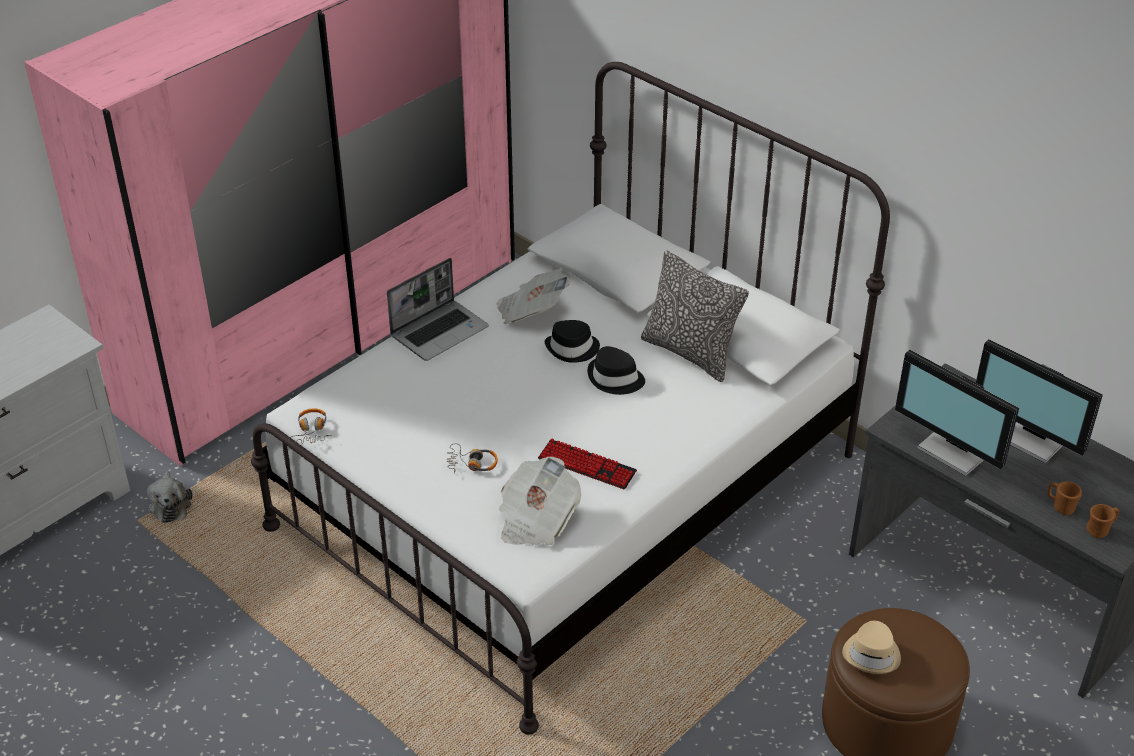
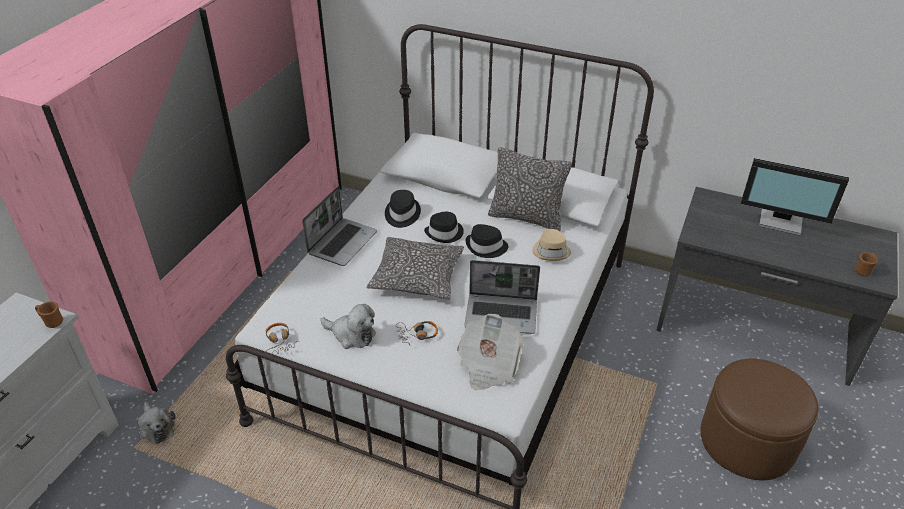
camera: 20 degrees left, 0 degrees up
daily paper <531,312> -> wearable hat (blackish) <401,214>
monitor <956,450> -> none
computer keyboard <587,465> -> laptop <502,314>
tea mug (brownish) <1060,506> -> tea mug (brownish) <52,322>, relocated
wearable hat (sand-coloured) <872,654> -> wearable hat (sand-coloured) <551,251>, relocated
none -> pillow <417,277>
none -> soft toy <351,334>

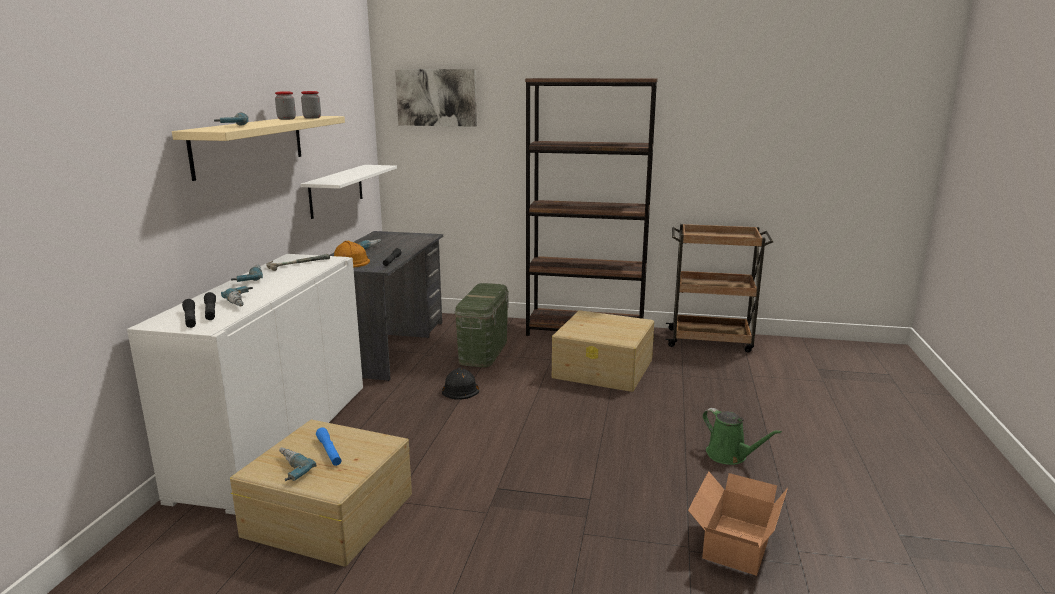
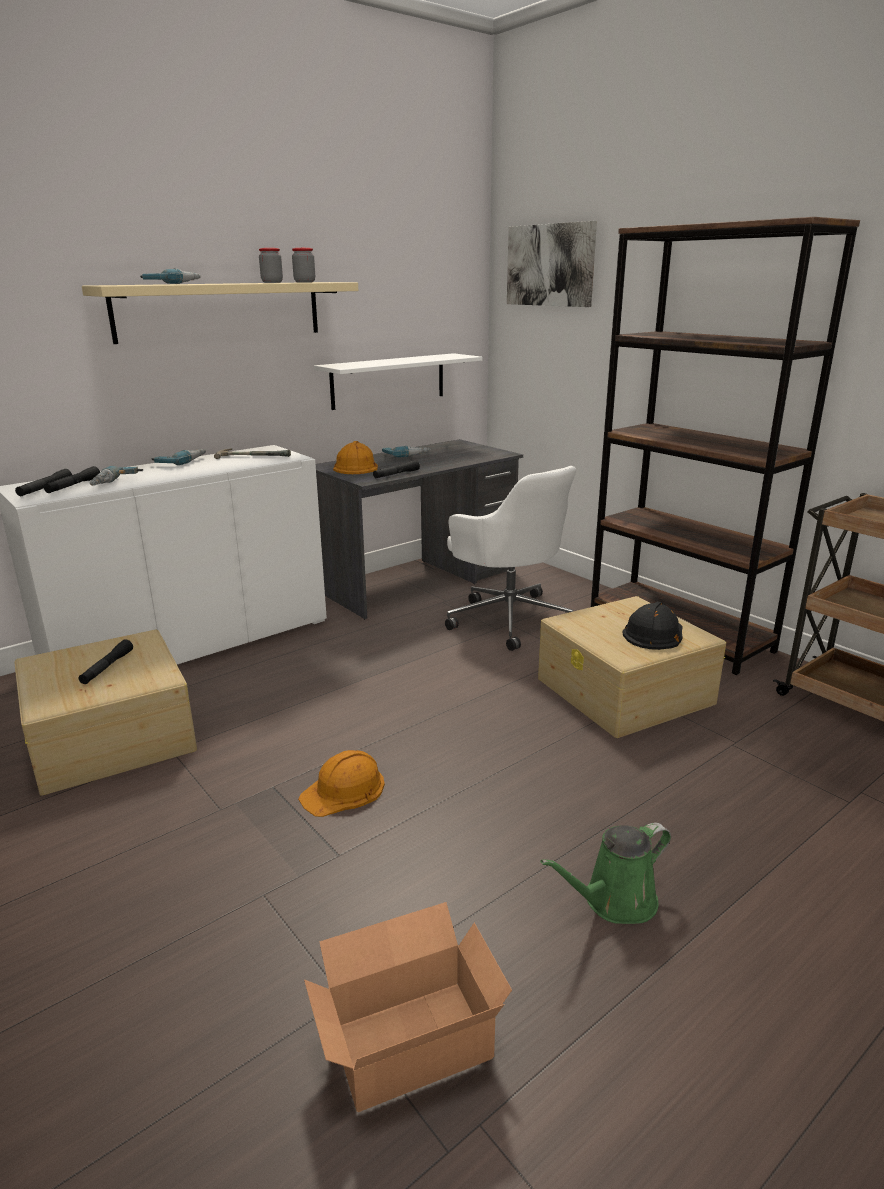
camera: 40 degrees right, 5 degrees up
storage box (greenish) <484,351> -> computer chair (white-coloured) <509,618>
hard hat (blackish) <460,388> -> hard hat (blackish) <654,633>, relocated
watering can (greenish) <729,456> -> watering can (greenish) <614,901>, 60 degrees clockwise
flashlight (blue) <329,451> -> flashlight (blackish) <107,667>
power drill <287,469> -> none
none -> hard hat (orangey) <344,790>

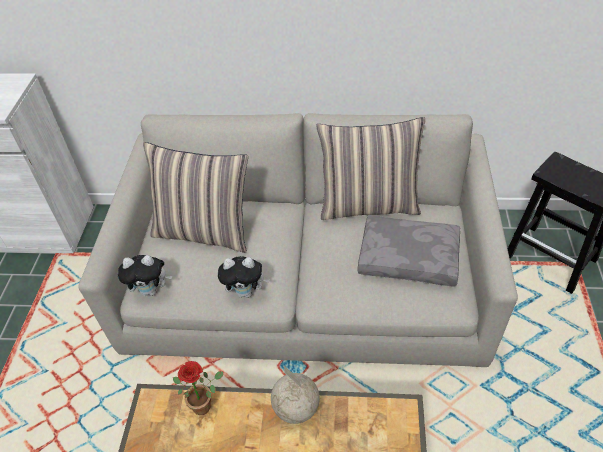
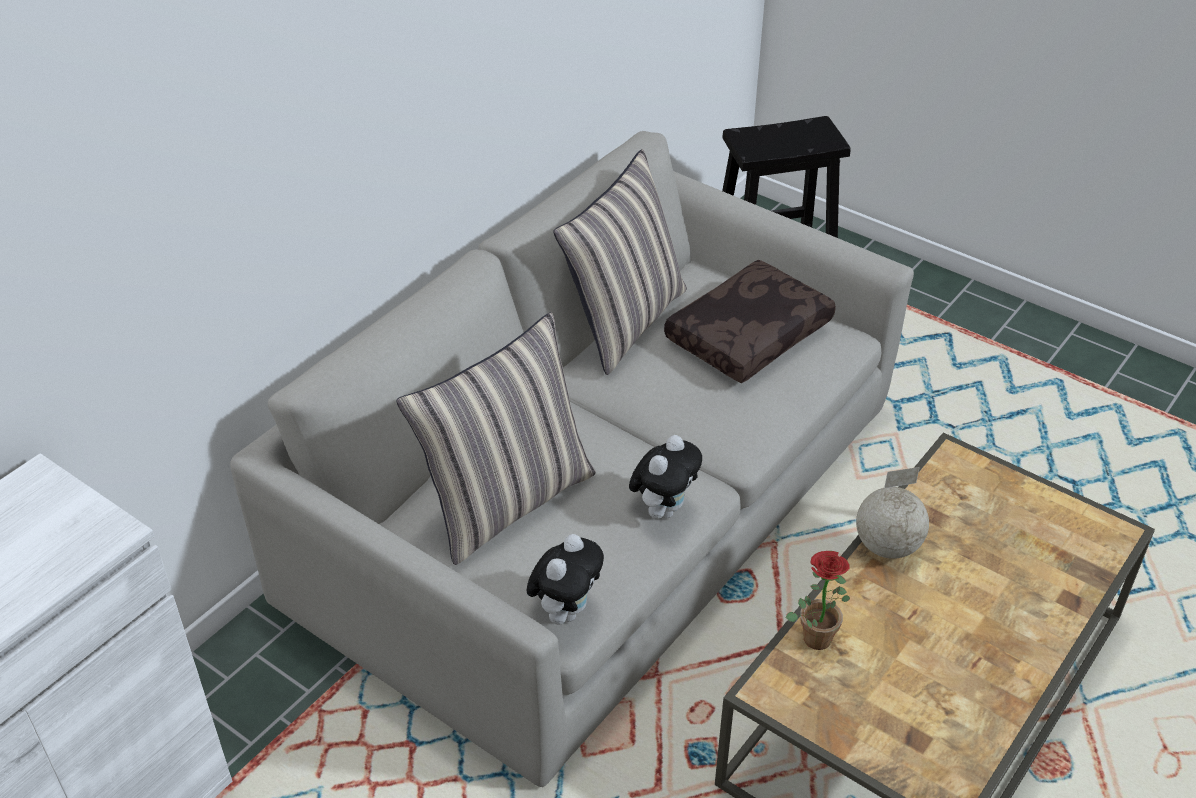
camera: 60 degrees left, 5 degrees down
pillow (greyish) <409,257> -> pillow (brownish) <747,333>

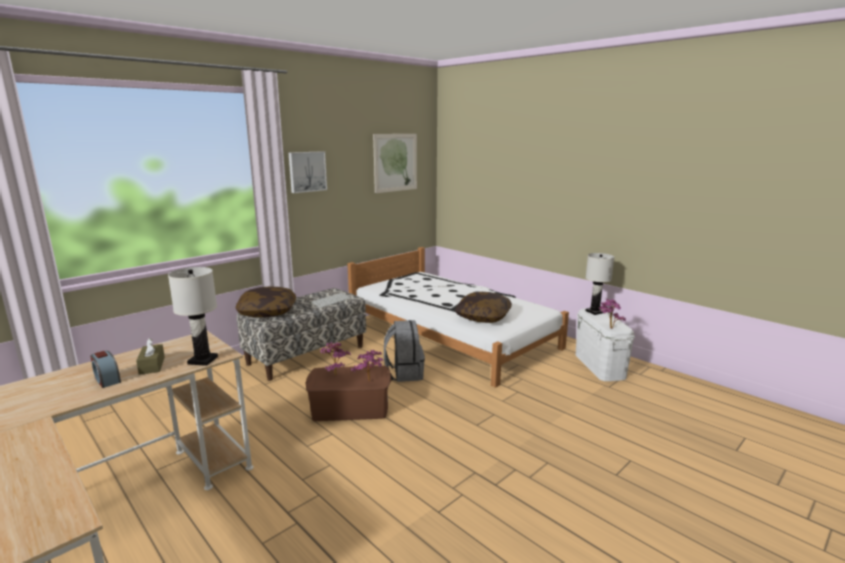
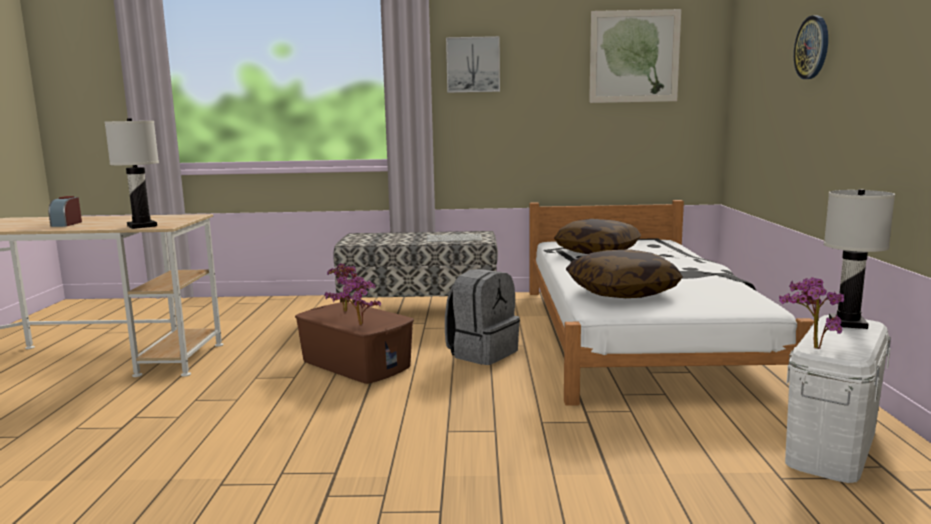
camera: 45 degrees right, 5 degrees down
pillow <267,312> -> pillow <597,251>, relocated
tissue box (brownish) <152,365> -> none
none -> clock on the wall <812,47>

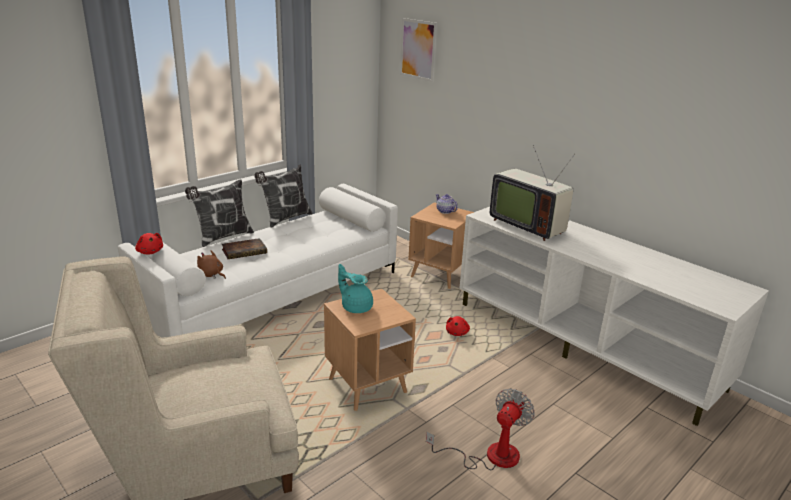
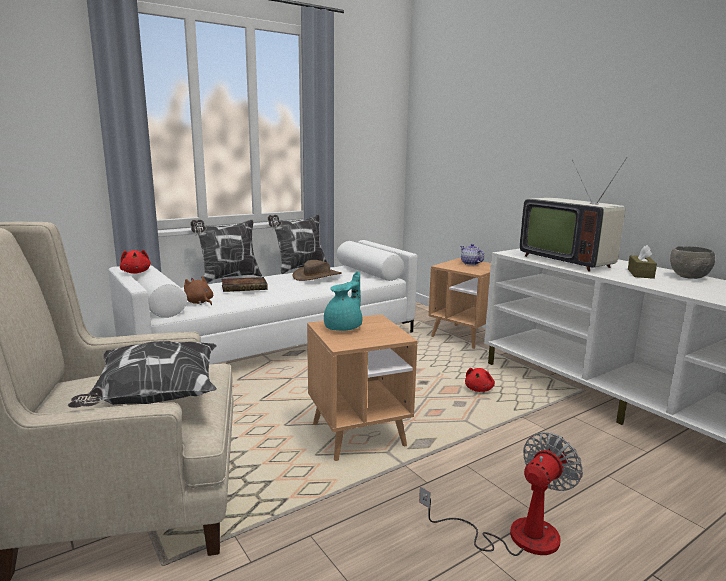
camera: 10 degrees right, 10 degrees down
wall art <418,49> -> none
tea pot (blue-green) <356,307> -> tea pot (blue-green) <344,327>, 75 degrees clockwise
none -> tissue box (brownish) <640,273>
none -> serving bowl (greyish) <688,277>
none -> wearable hat (brownish) <317,276>
none -> pillow <154,399>

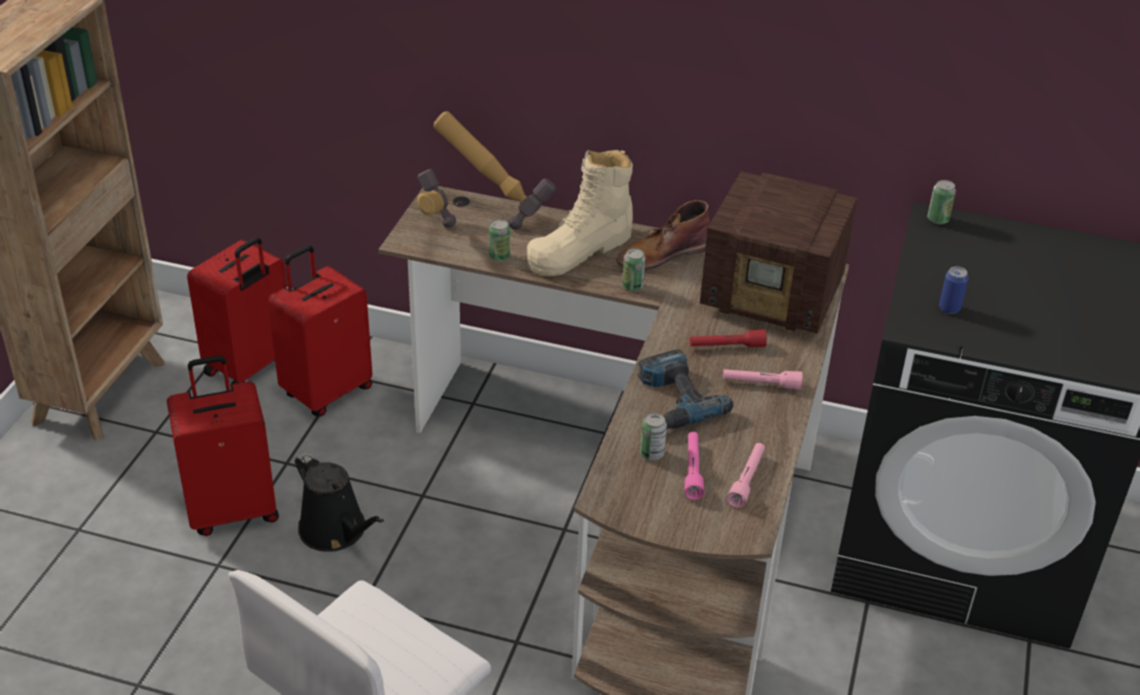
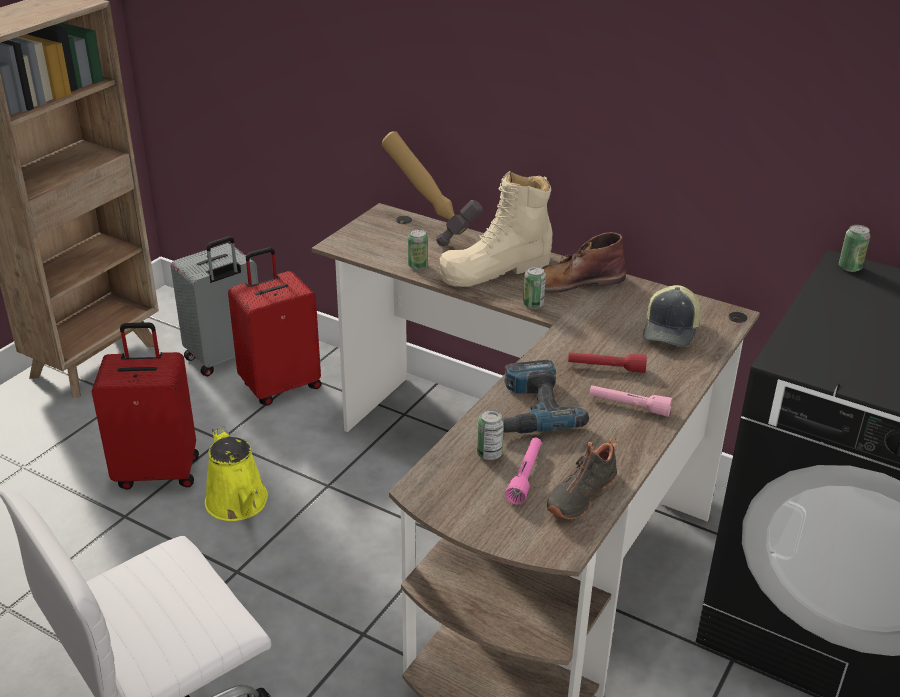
camera: 15 degrees right, 5 degrees down
tool hammer <429,245> -> none
radio receiver <774,296> -> cap <671,330>
travel case (red) <249,367> -> travel case (greyish) <224,358>
can <949,308> -> none
flashlight (pink-coloured) <747,480> -> shoe (blackish) <579,494>
watering can (blackish) <336,531> -> watering can (yellowish) <239,504>

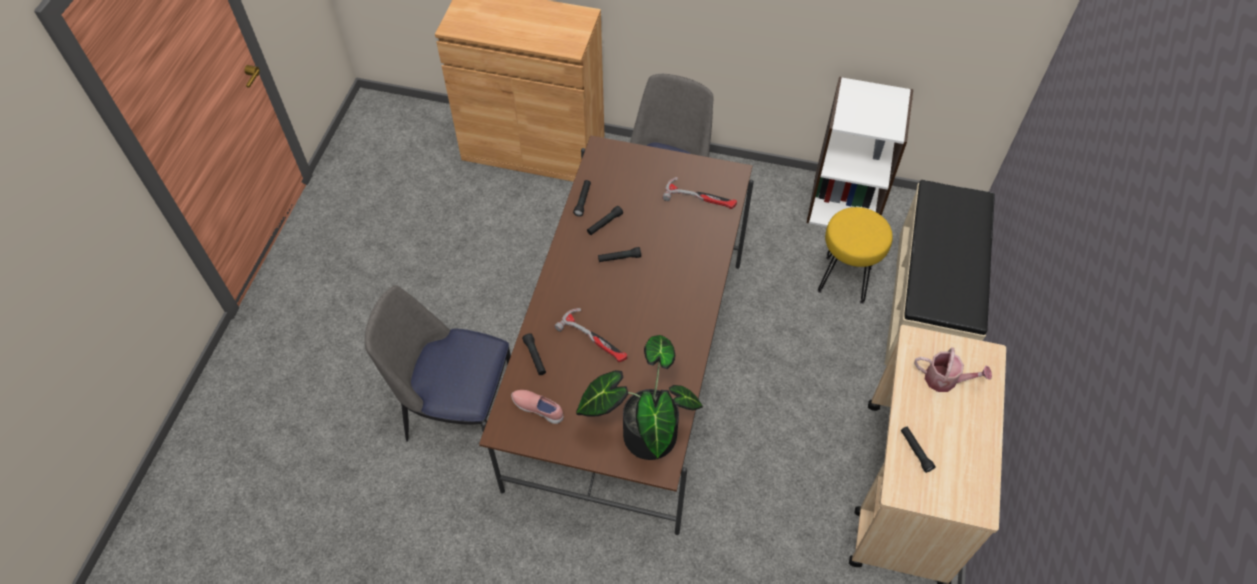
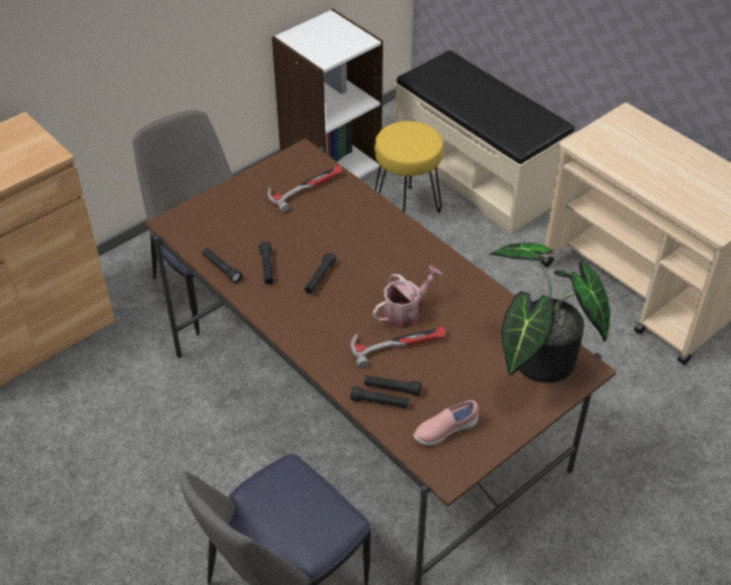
camera: 55 degrees left, 10 degrees down
watering can <945,380> -> watering can <405,312>, relocated
flashlight (blackish) <915,451> -> flashlight (blackish) <392,388>, relocated

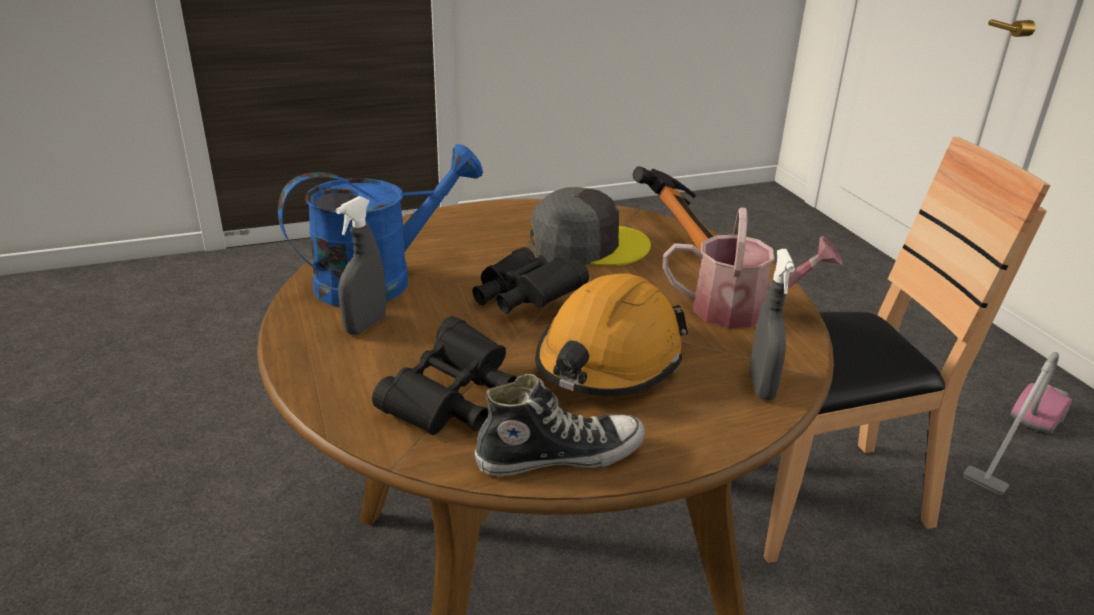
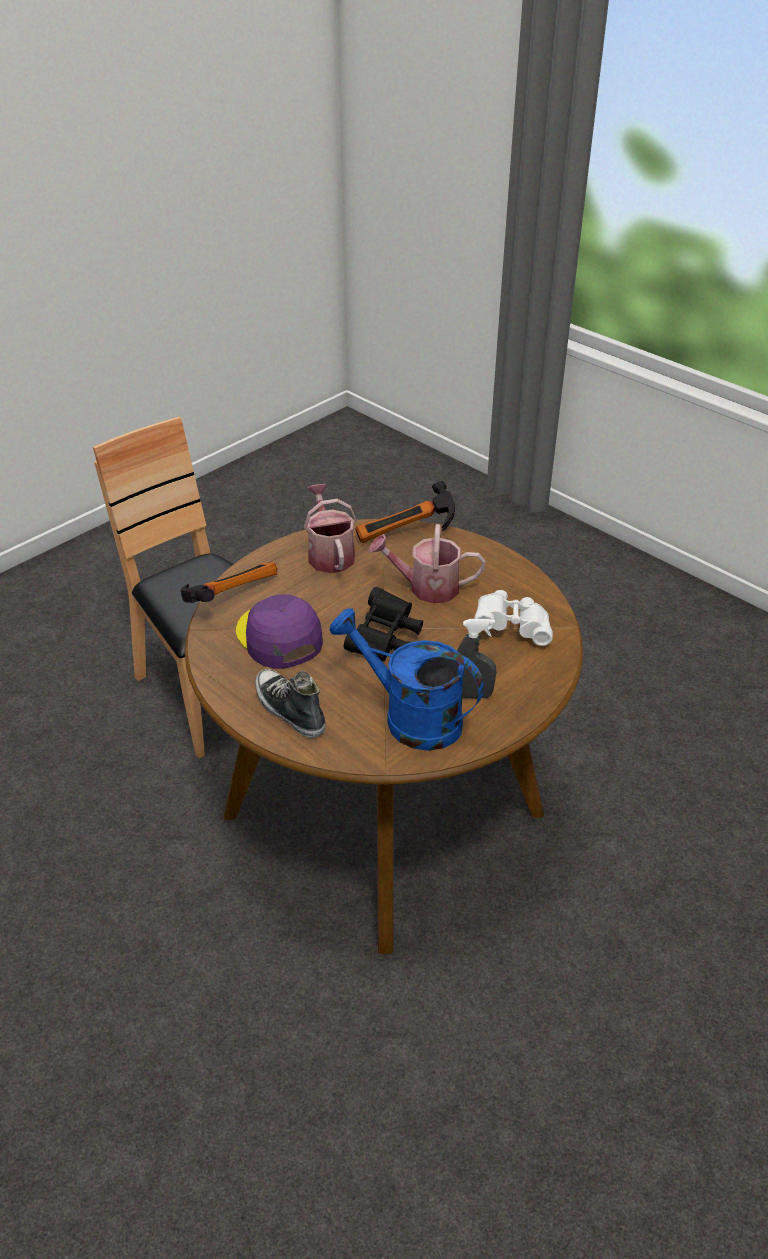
camera: 115 degrees left, 10 degrees up
cap (greyish) <587,244> -> cap (purplish) <278,637>
spray bottle (greyish) <761,386> -> tool hammer <407,535>
hard hat (orangey) <608,361> -> watering can <426,587>
binoculars (blackish) <452,402> -> binoculars (white-coloured) <512,628>
hoover <1015,444> -> none
shoe <560,455> -> shoe <289,710>, relocated

